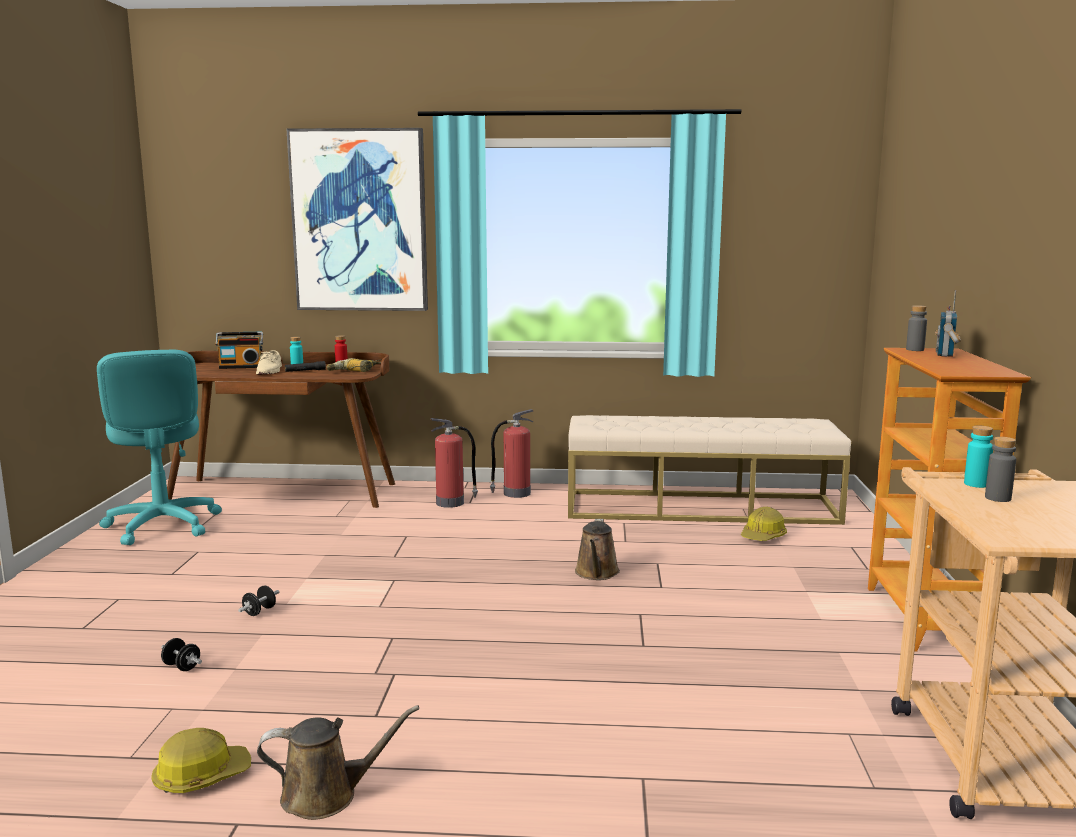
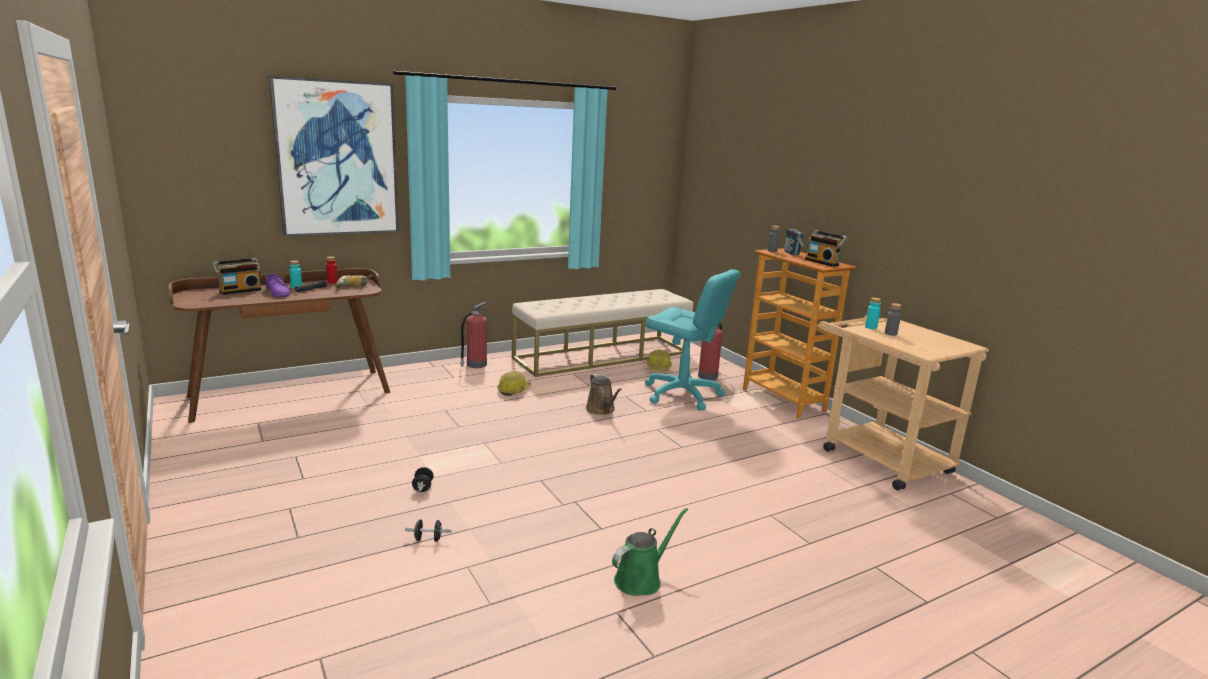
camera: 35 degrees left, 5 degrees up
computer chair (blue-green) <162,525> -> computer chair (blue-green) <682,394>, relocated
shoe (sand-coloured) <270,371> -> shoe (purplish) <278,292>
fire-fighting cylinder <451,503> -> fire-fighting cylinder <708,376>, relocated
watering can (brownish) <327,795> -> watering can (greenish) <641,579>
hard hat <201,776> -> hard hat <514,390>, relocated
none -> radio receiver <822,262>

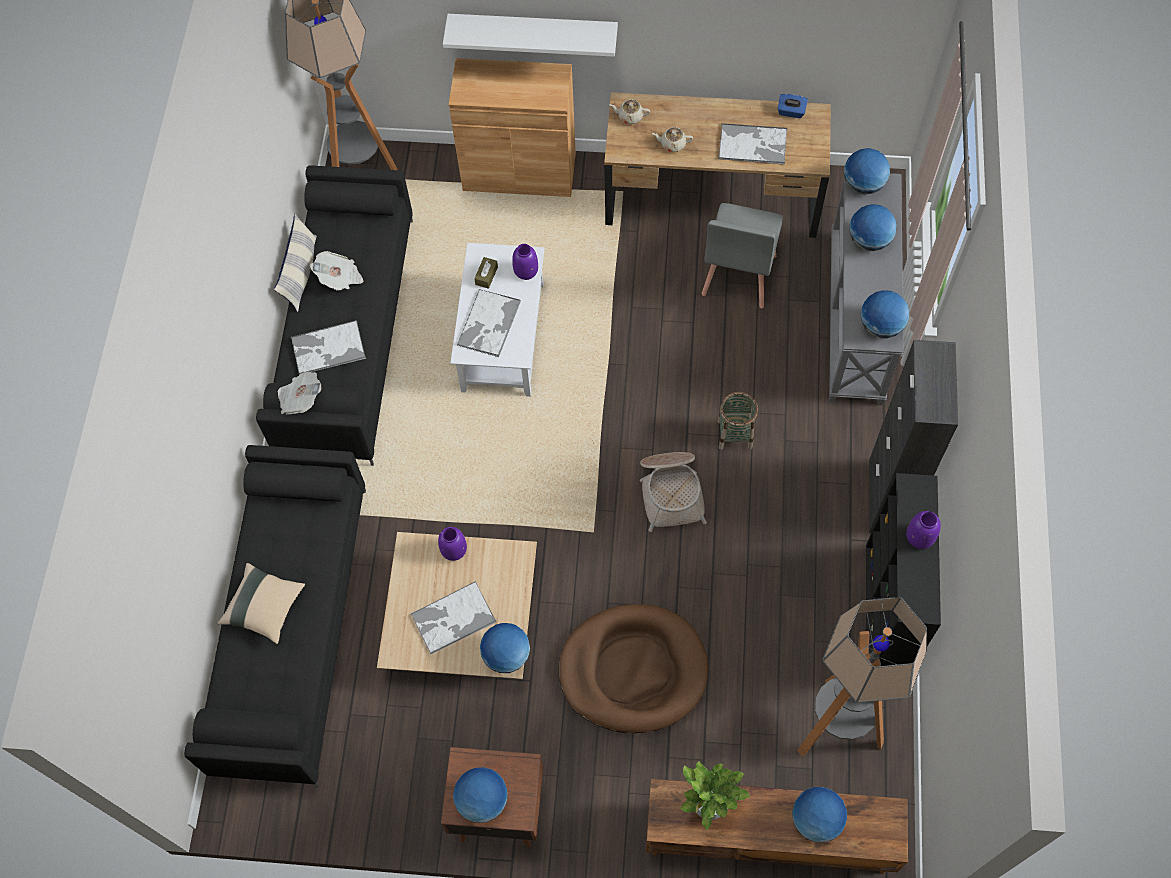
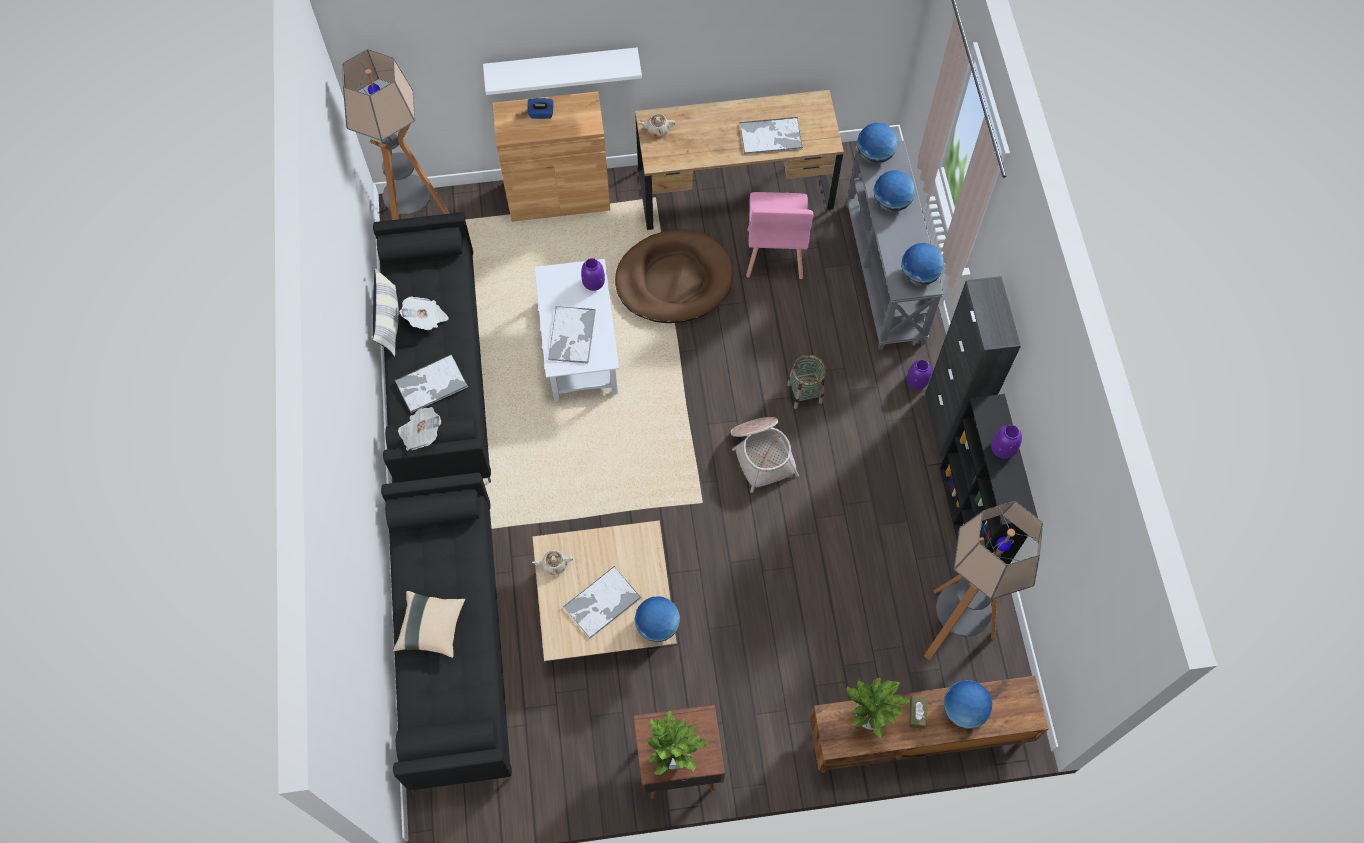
camera: 15 degrees left, 0 degrees up
tissue box (blue) <791,112> -> tissue box (blue) <541,114>, relocated
tea pot (sand-coloured) <672,144> -> tea pot (sand-coloured) <554,564>, relocated
upright chair (greyish) <738,275> -> upright chair (pink-coloured) <774,254>
tissue box (brownish) <486,276> -> tissue box (brownish) <917,713>, relocated
decorative vase (purplish) <454,550> -> decorative vase (purplish) <917,382>, relocated
dog cushion (brownish) <633,670> -> dog cushion (brownish) <674,280>, relocated
globe <482,800> -> houseplant <673,756>

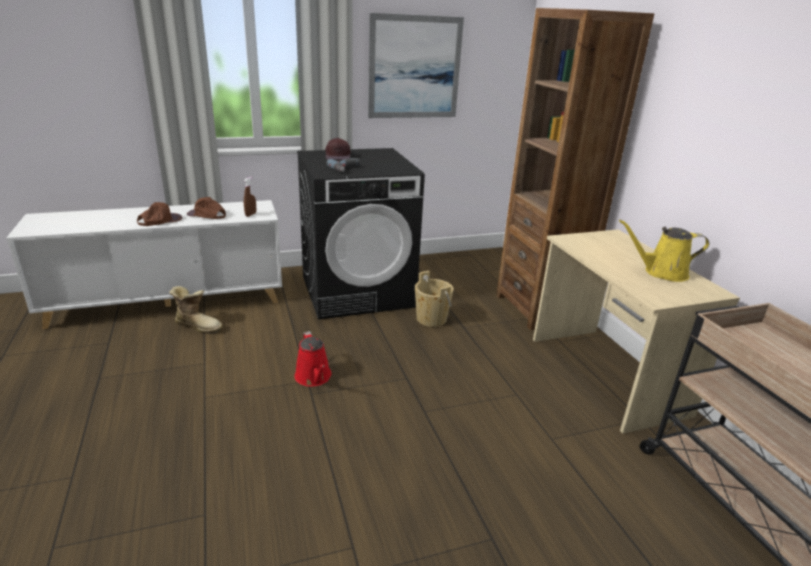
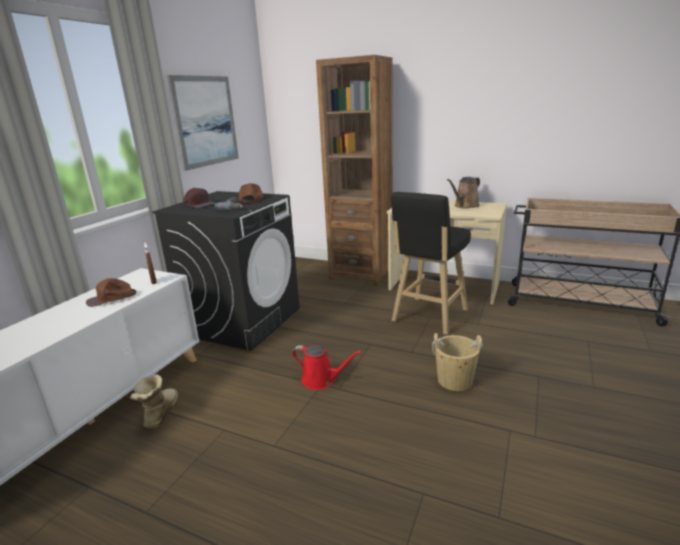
camera: 45 degrees left, 5 degrees down
cap (brownish) <160,220> -> cap (brownish) <251,199>, relocated
watering can (yellowish) <661,272> -> watering can (brownish) <465,206>
pail (sand-coloured) <431,319> -> pail (sand-coloured) <455,380>, relocated
high-top boot <198,325> -> high-top boot <159,414>, 60 degrees counterclockwise
none -> sitting stool (blackish) <428,317>

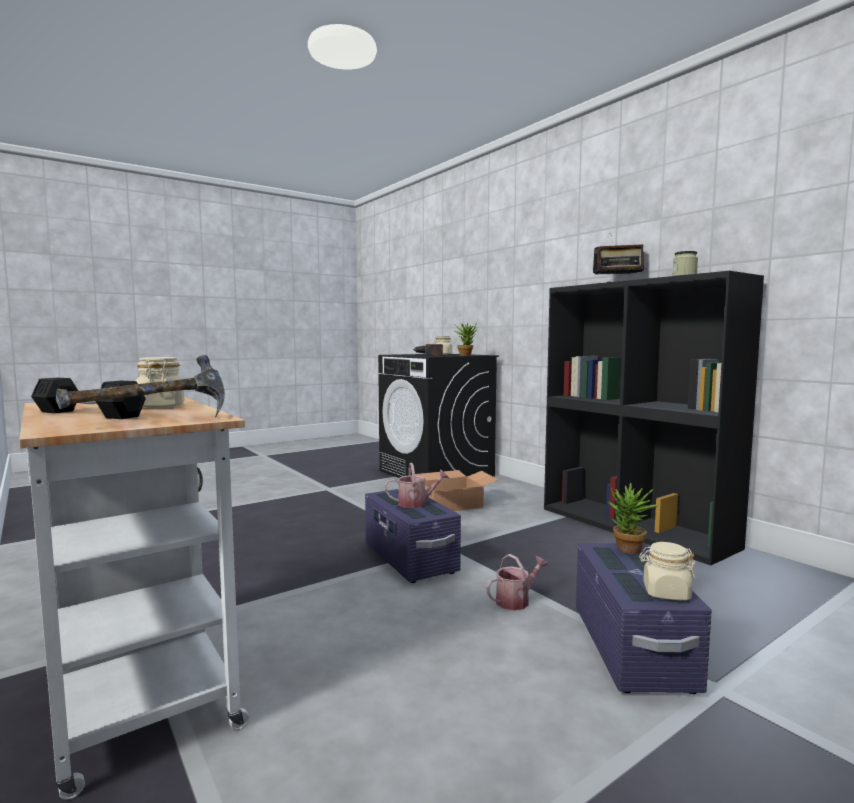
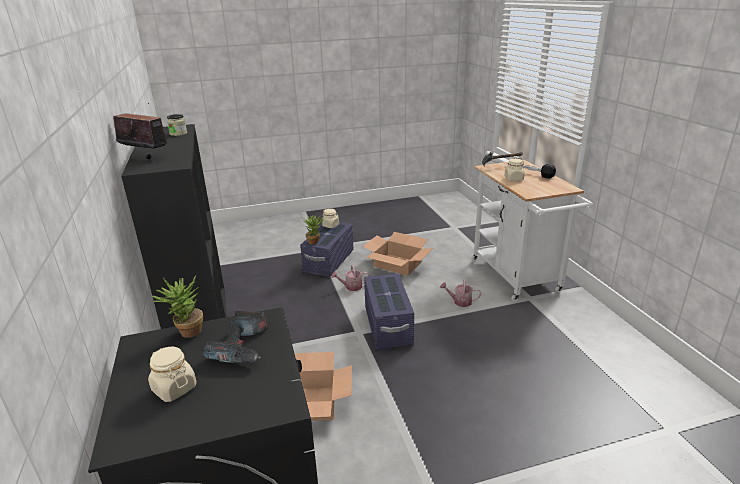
camera: 160 degrees left, 20 degrees up
watering can <416,503> -> watering can <459,302>, relocated
none -> packing box <397,264>

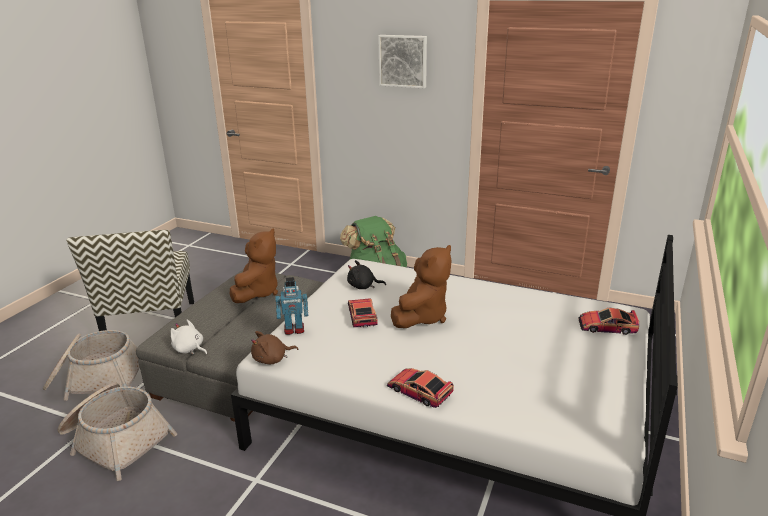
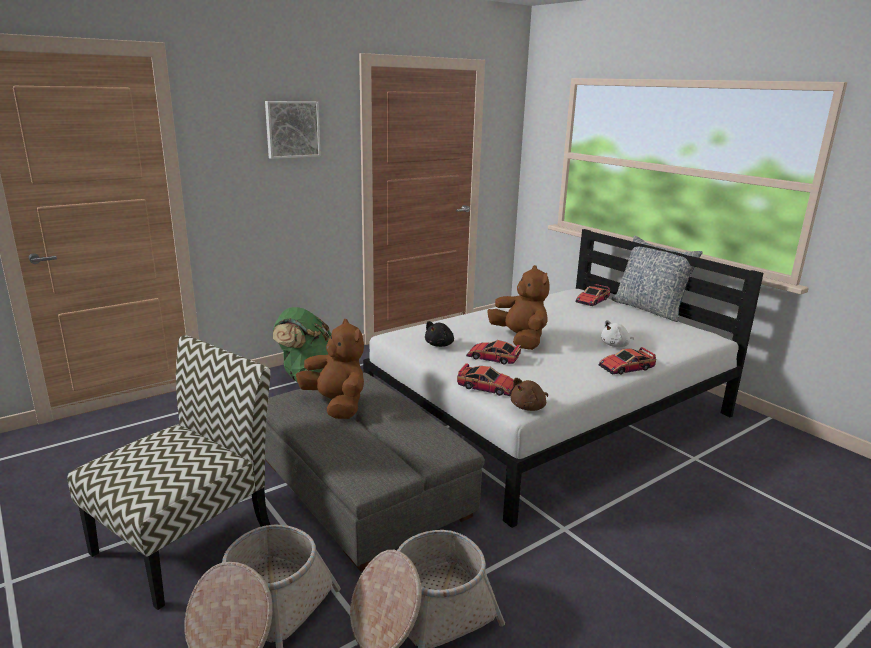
camera: 60 degrees left, 5 degrees down
upright chair <151,327> -> upright chair <186,540>, 75 degrees counterclockwise
toy robot <294,330> -> miniature car <487,387>
soft toy (white-coloured) <189,349> -> soft toy (white-coloured) <616,345>, relocated
soft toy (brownish) <272,359> -> soft toy (brownish) <529,407>, 45 degrees clockwise
none -> pillow <649,309>

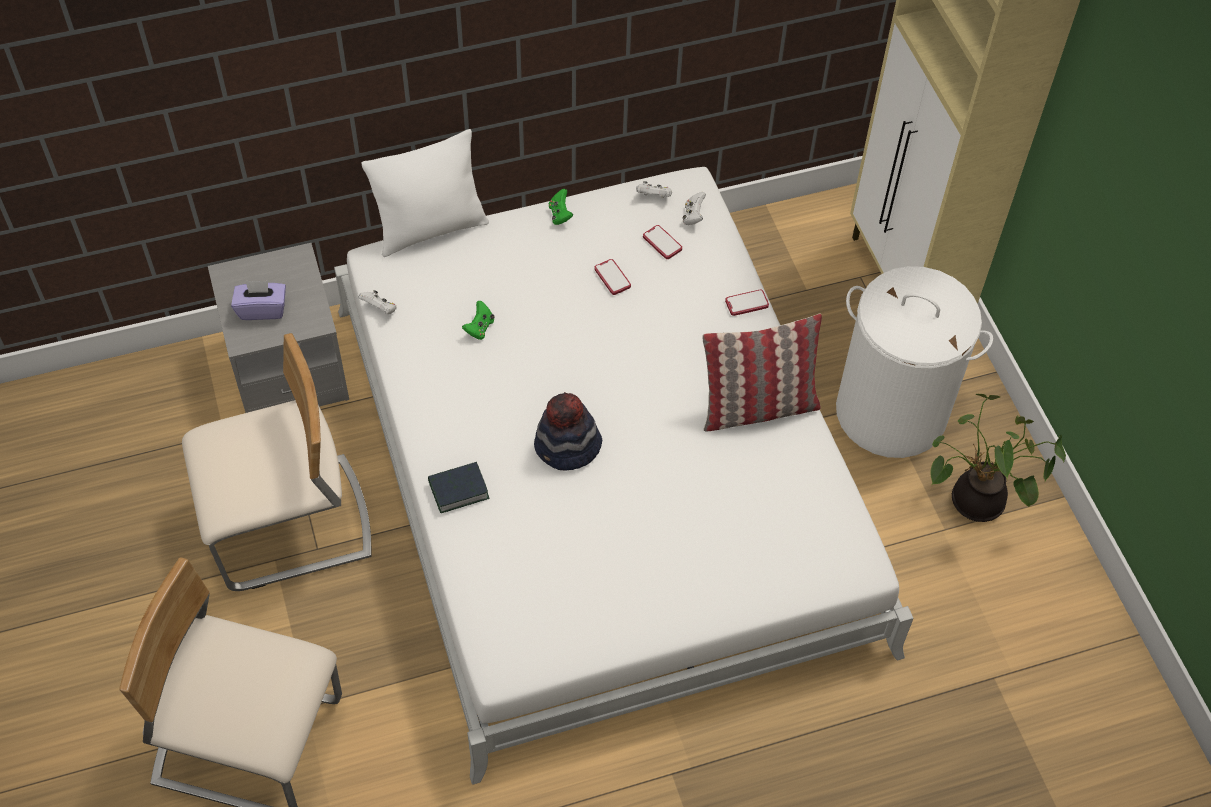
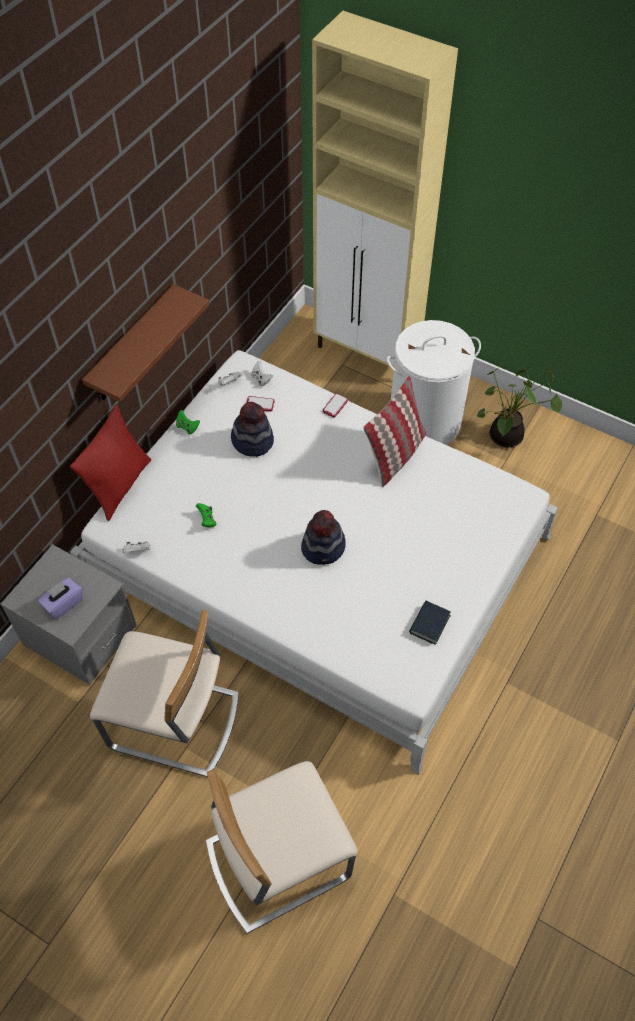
camera: 40 degrees left, 0 degrees up
pillow (white-coloured) <431,229> -> pillow (red) <120,486>
telephone <612,278> -> wearable hat <252,441>
upright chair (sand-coloured) <289,526> -> upright chair (sand-coloured) <174,722>, 75 degrees clockwise
volume <458,490> -> volume <429,624>, relocated
none -> shelf (brownish) <132,346>

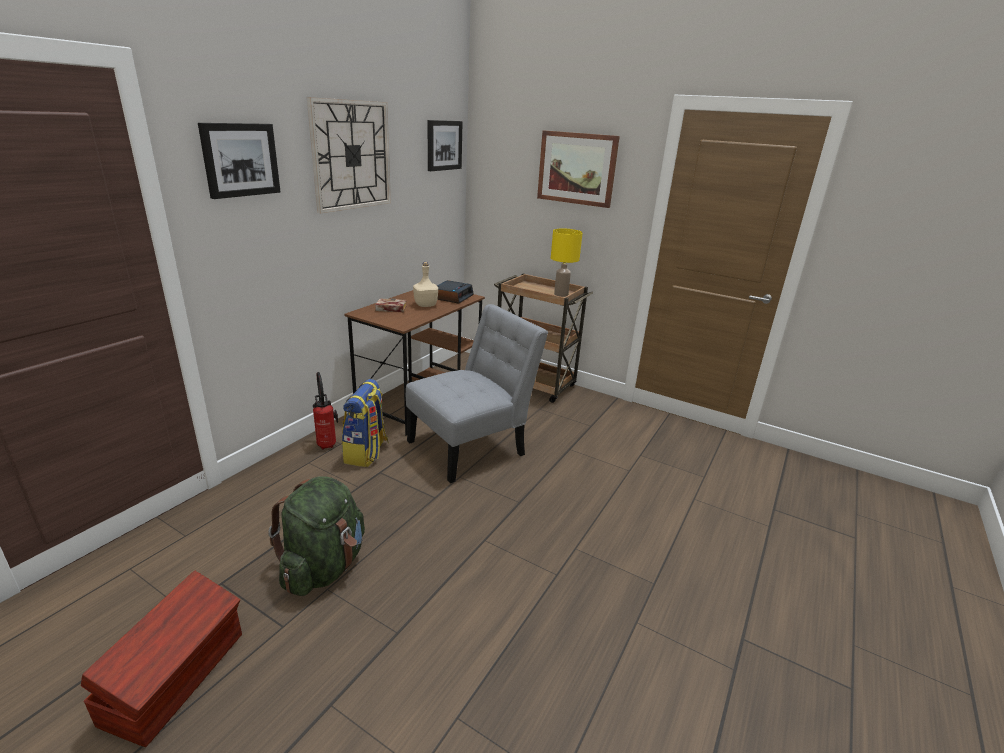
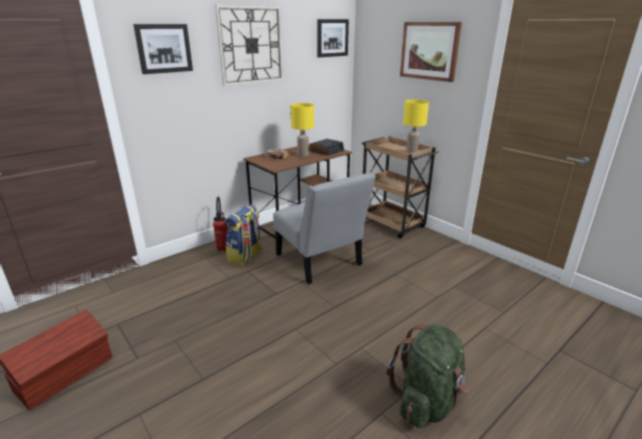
camera: 20 degrees right, 0 degrees up
beverage bottle (sand-coloured) <425,305> -> tabletop lamp (yellowish) <302,155>
upright chair (greyish) <471,446> -> upright chair (greyish) <320,262>, 75 degrees clockwise
backpack (greenish) <324,567> -> backpack (greenish) <427,401>, relocated

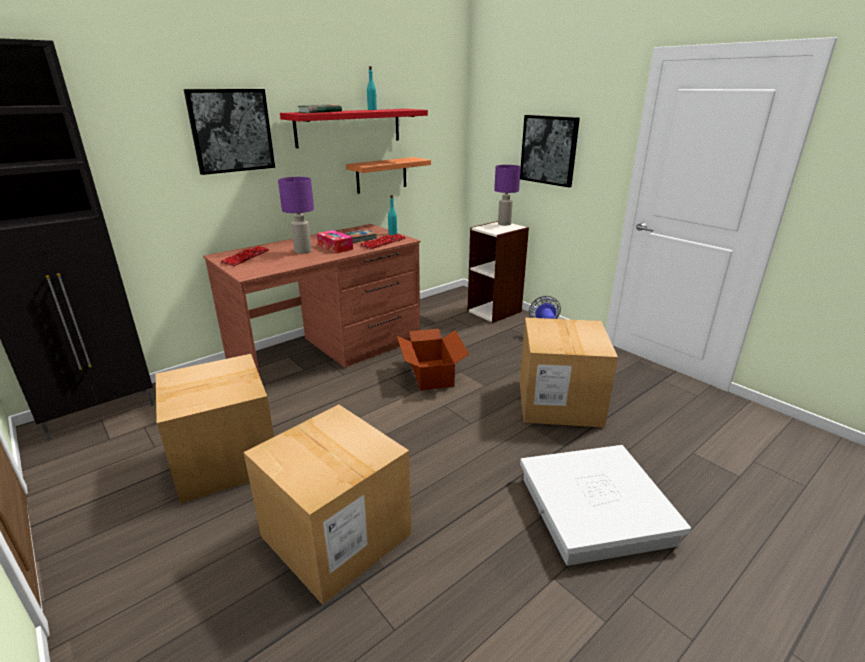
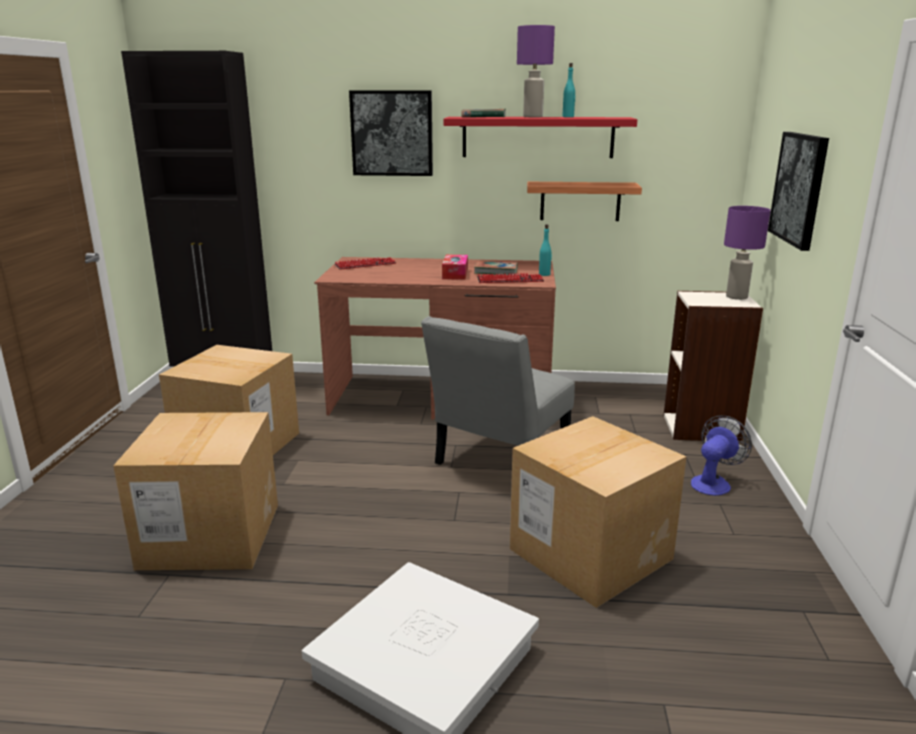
camera: 45 degrees right, 5 degrees down
tabletop lamp (purplish) <303,251> -> tabletop lamp (purplish) <533,117>, relocated
packing box <431,375> -> upright chair (greyish) <498,459>

